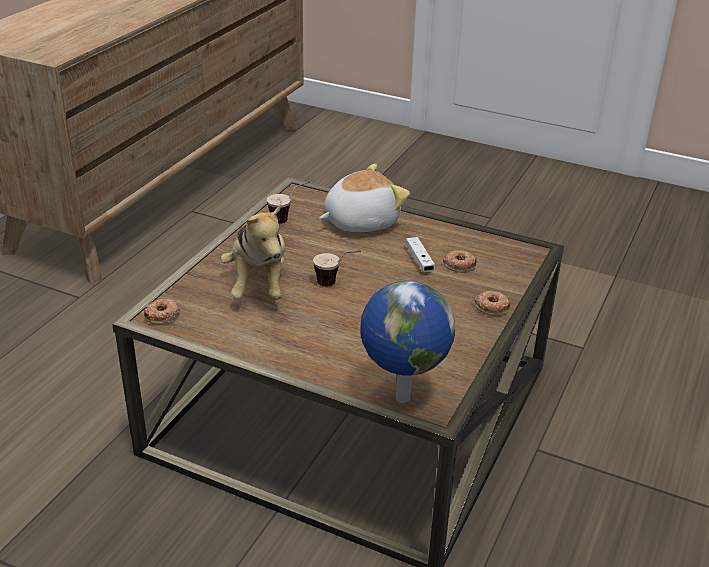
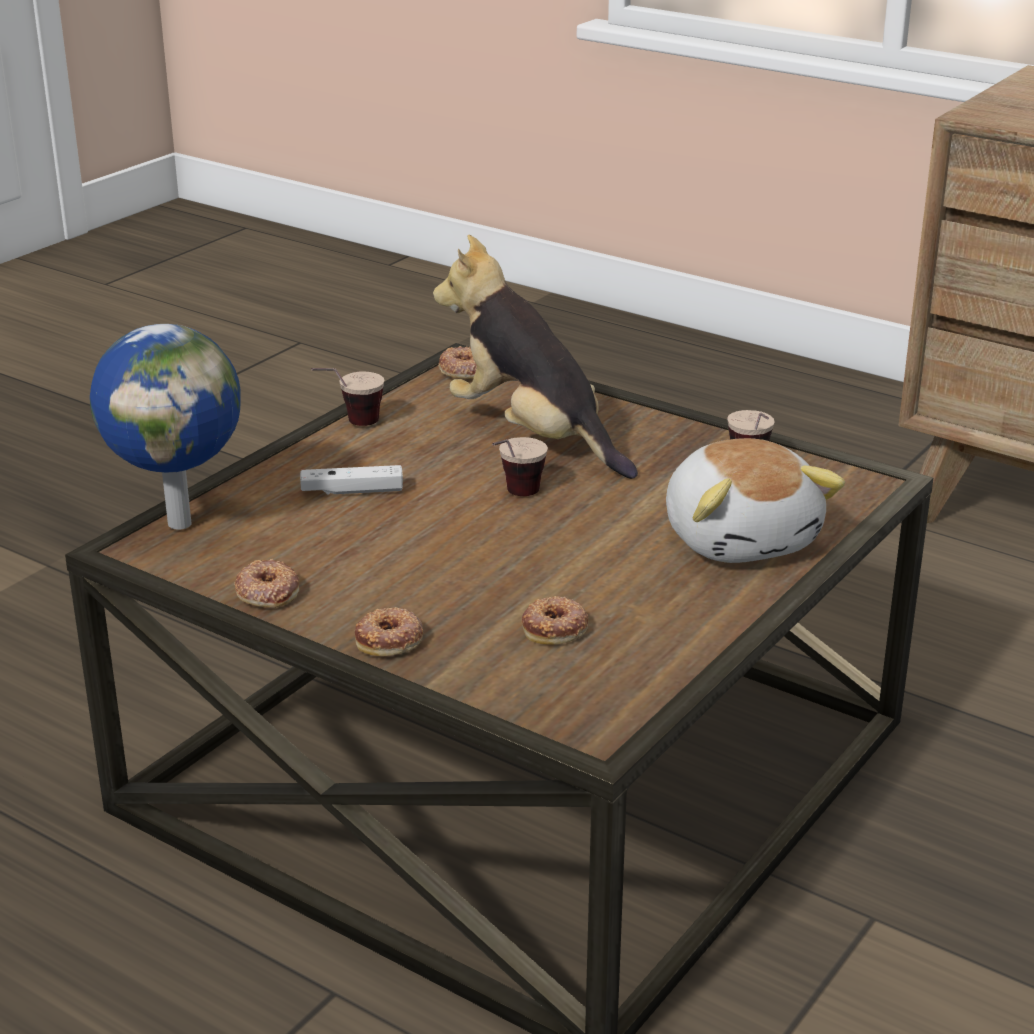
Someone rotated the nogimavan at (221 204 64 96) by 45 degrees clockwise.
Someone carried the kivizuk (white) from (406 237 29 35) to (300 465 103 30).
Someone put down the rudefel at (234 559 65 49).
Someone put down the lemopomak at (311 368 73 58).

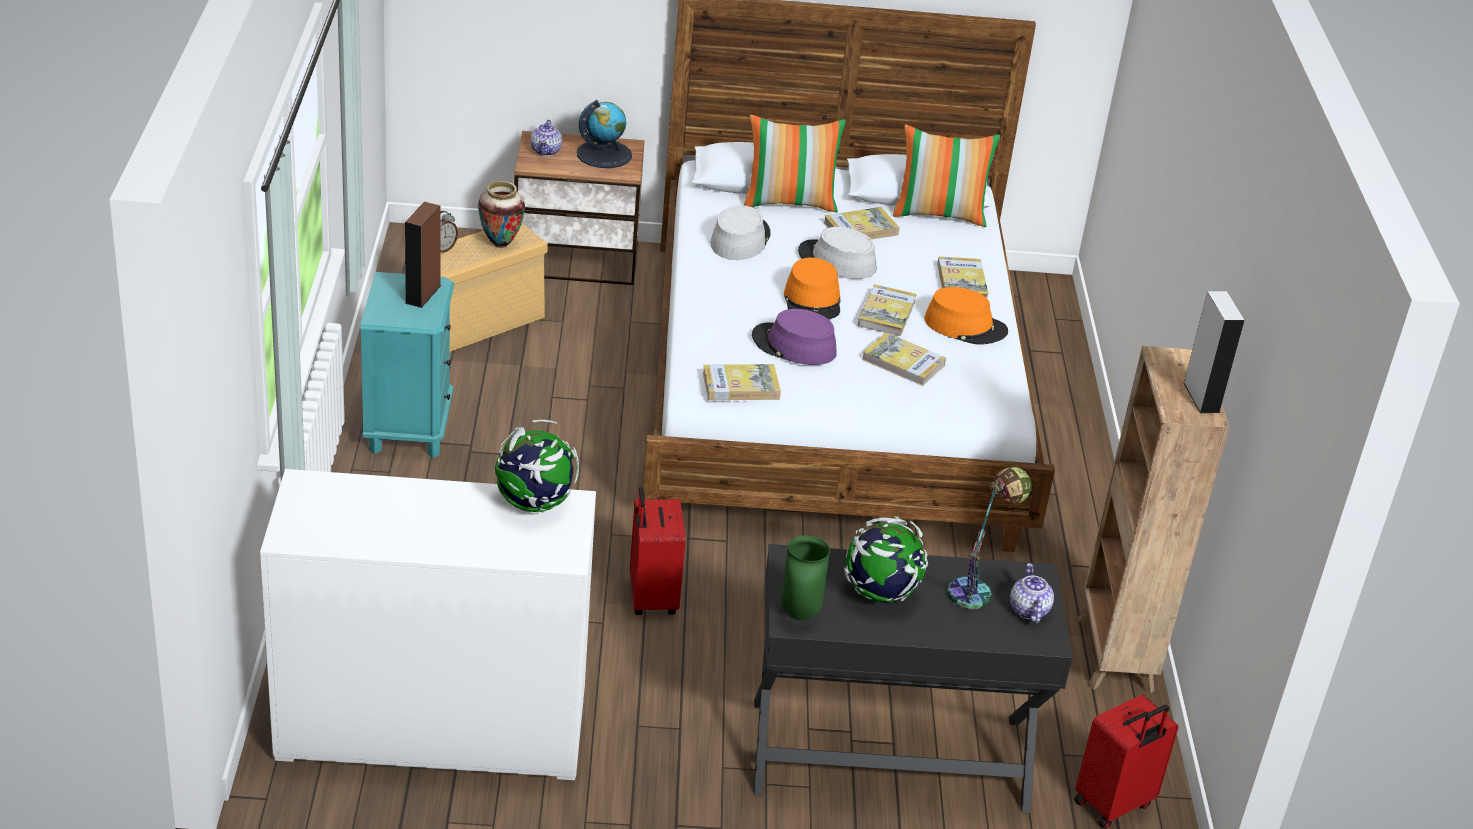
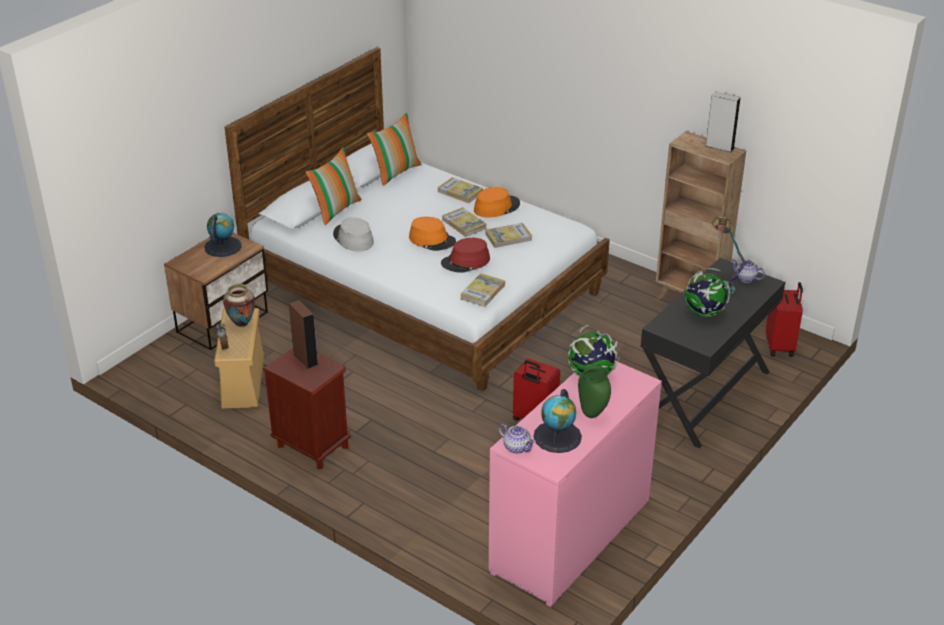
Someone repainted the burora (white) at (260 469 336 311), which became the burora (pink) at (489 361 173 246).
Someone repainted the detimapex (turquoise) at (360 272 94 186), which became the detimapex (brown) at (263 348 88 121).
Someone carried the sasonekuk from (530 120 32 36) to (499 424 37 30).
Someone repainted the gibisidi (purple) at (752 309 85 56), which became the gibisidi (red) at (441 238 49 35).
Someone carried the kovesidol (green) from (781 535 49 85) to (578 366 33 52).
Someone took away the gibisidi (grey) at (798 227 78 52).
Someone took away the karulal at (824 207 75 32).
Someone put down the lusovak at (534 389 48 64).

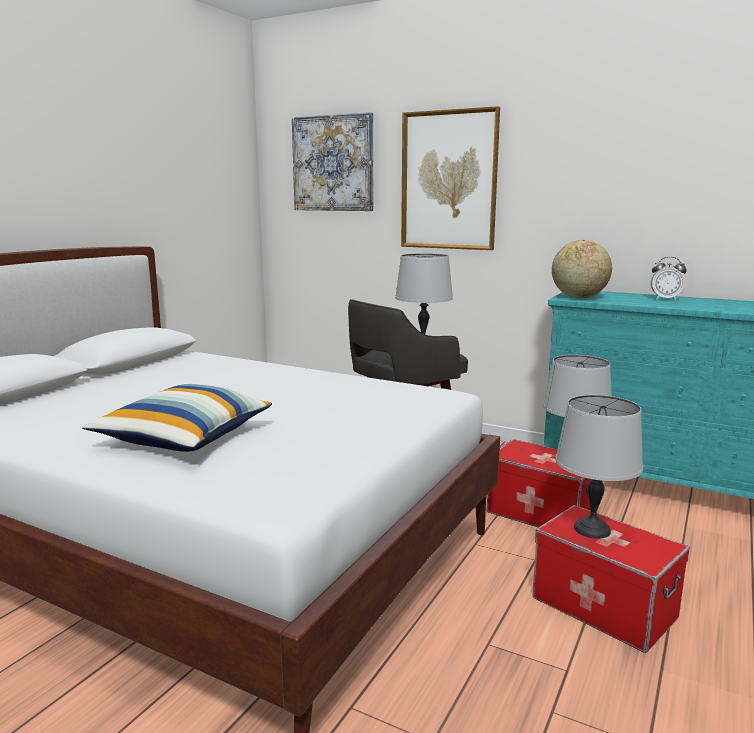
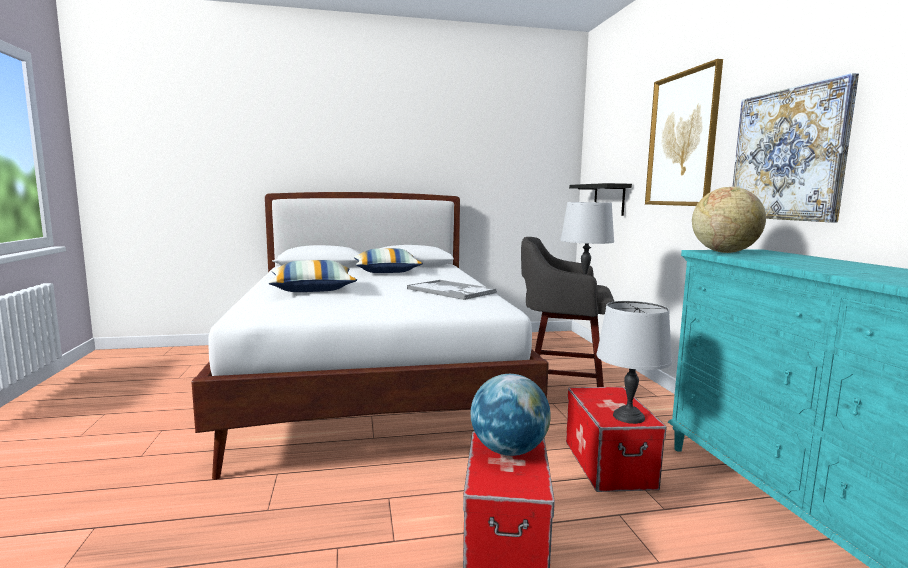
Someone carried the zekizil from (292 112 81 99) to (733 73 126 150).
Someone swapped the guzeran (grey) at (555 395 88 144) for the lusovak at (471 374 80 82).
Someone took away the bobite at (651 257 36 44).
Someone put down the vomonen at (354 248 69 25).
Someone put down the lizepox at (407 280 90 20).
Someone put up the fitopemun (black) at (569 183 63 33).

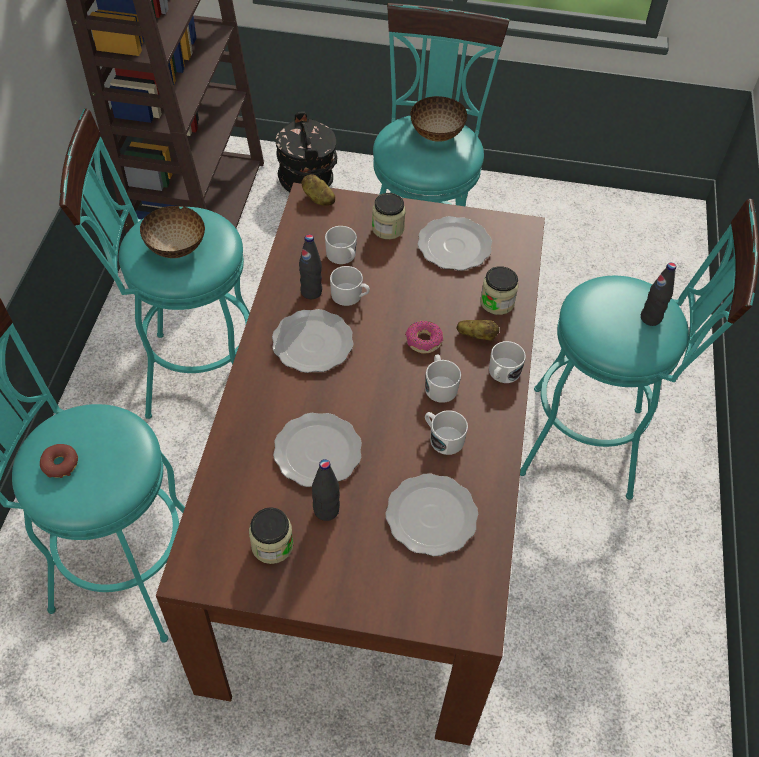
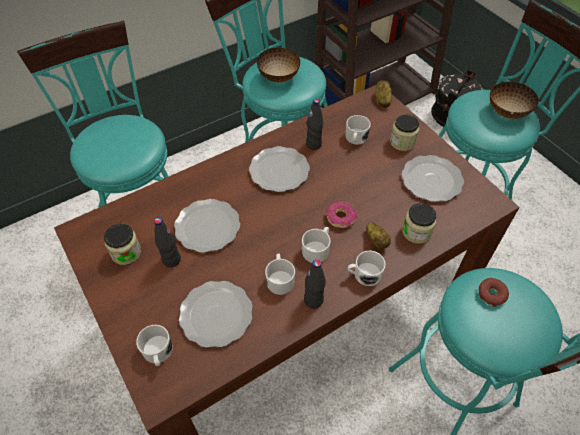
Someone carried the rudefel from (40 444 38 34) to (479 278 30 29).
Someone carried the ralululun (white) from (330 266 40 40) to (136 325 37 41).
Someone carried the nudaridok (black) from (641 263 35 63) to (304 260 22 48).

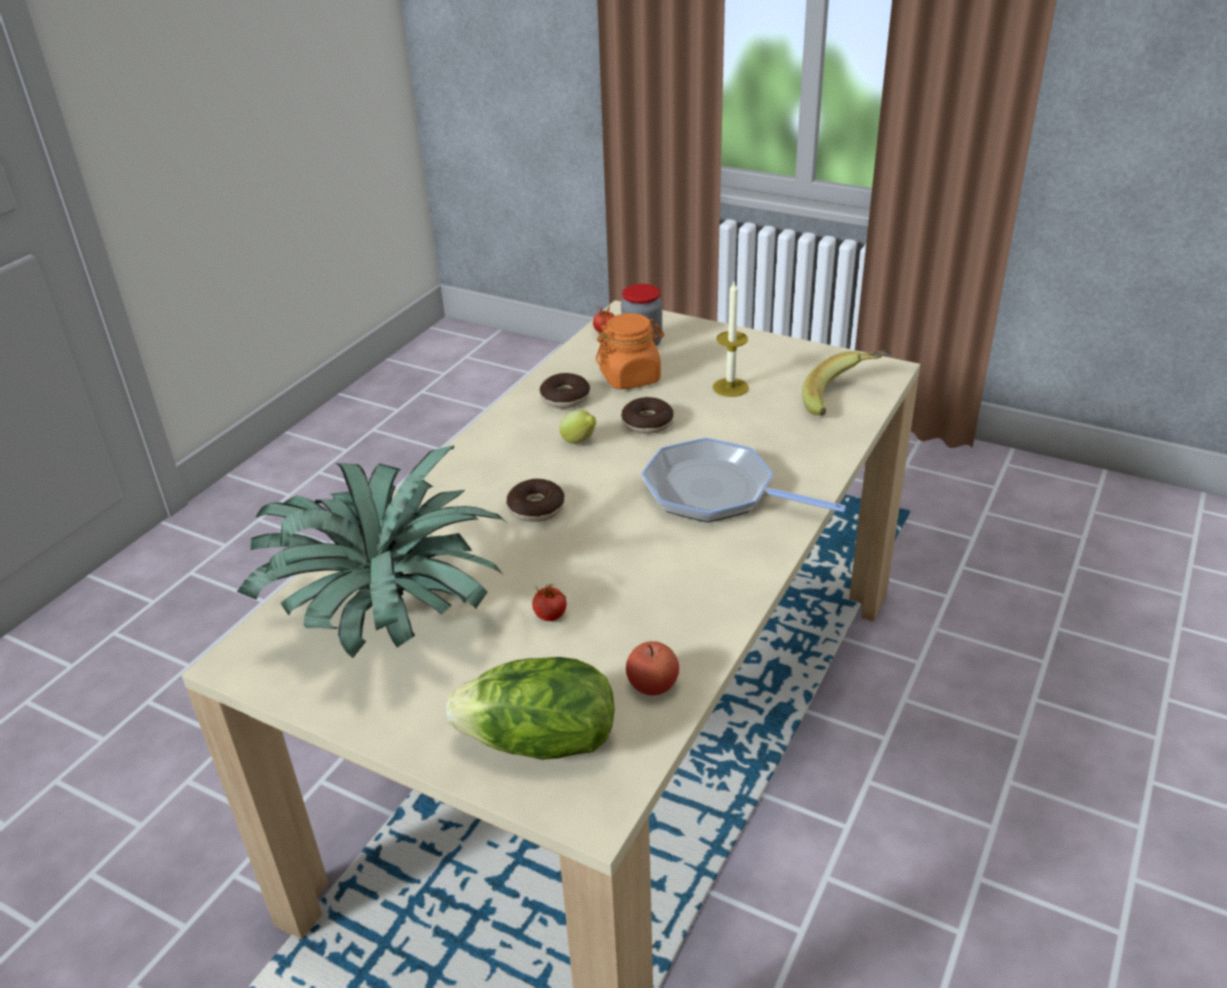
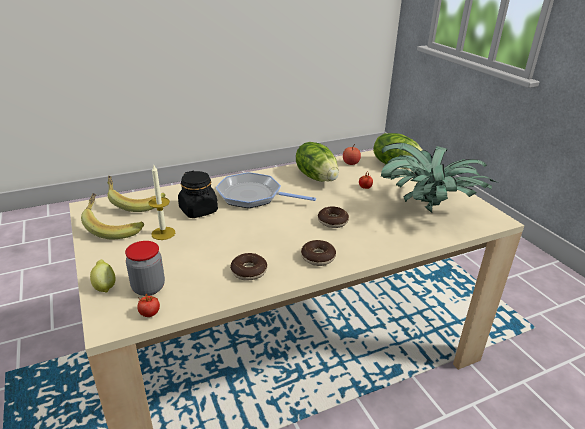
Someone carried the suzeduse from (559 410 37 34) to (90 260 26 33).
Someone took away the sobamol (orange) at (596 313 68 77).
Someone carried the rudefel from (621 397 52 37) to (301 240 35 26).
Someone rotated the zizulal at (641 437 205 85) by 135 degrees clockwise.
Someone put down the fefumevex at (81 193 63 46).
Someone put down the sobamol (black) at (178 171 40 47).
Someone put down the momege at (296 142 43 39).

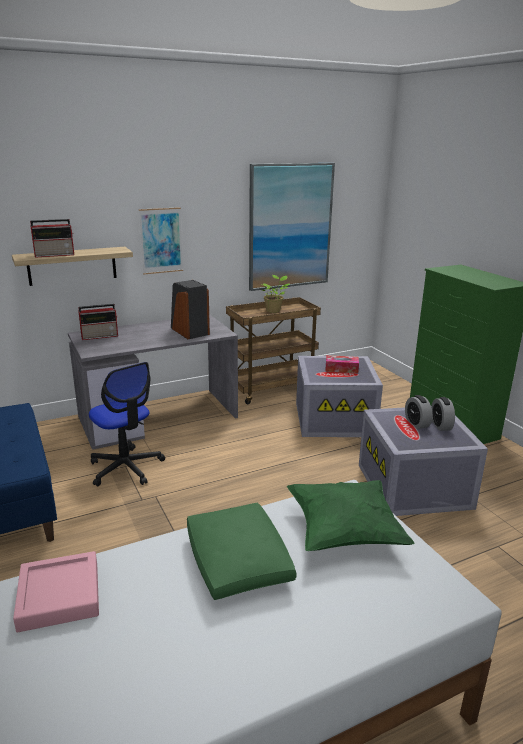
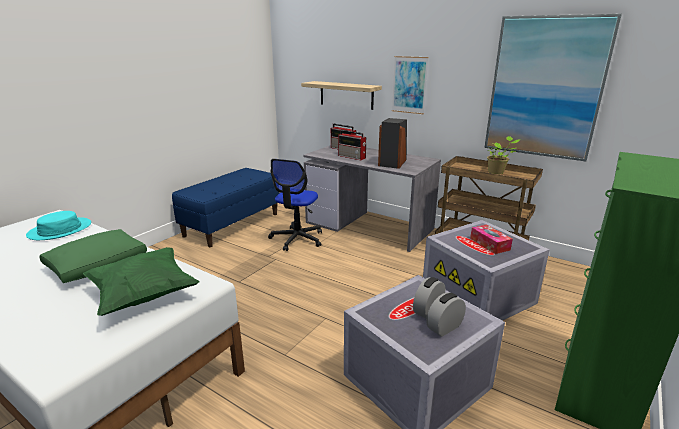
Someone swapped the lizepox (pink) at (13 551 86 81) for the gibisidi (turquoise) at (26 211 65 29).
Someone carried the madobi from (30 219 44 39) to (338 130 28 30).

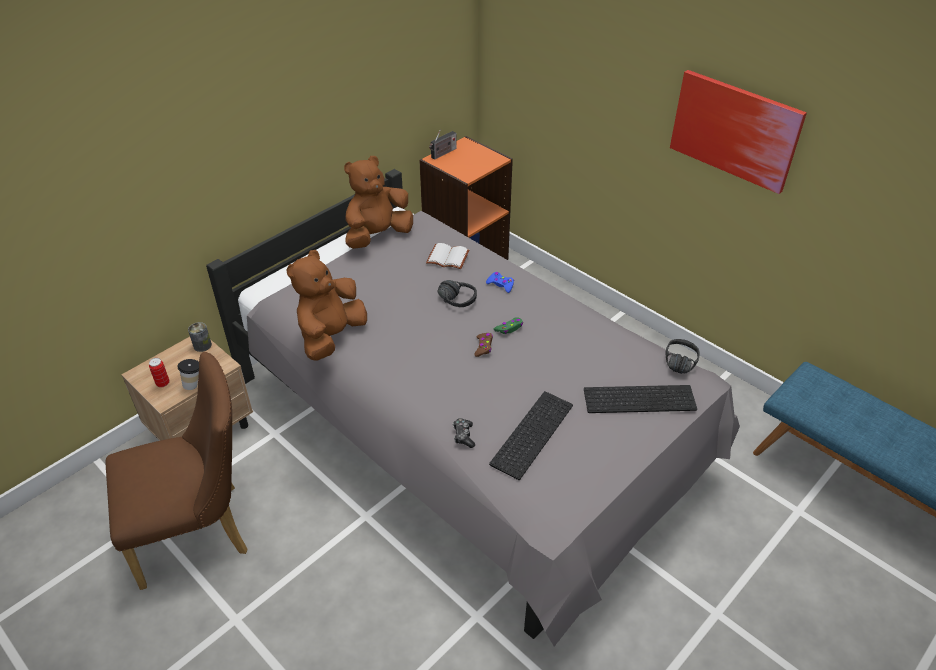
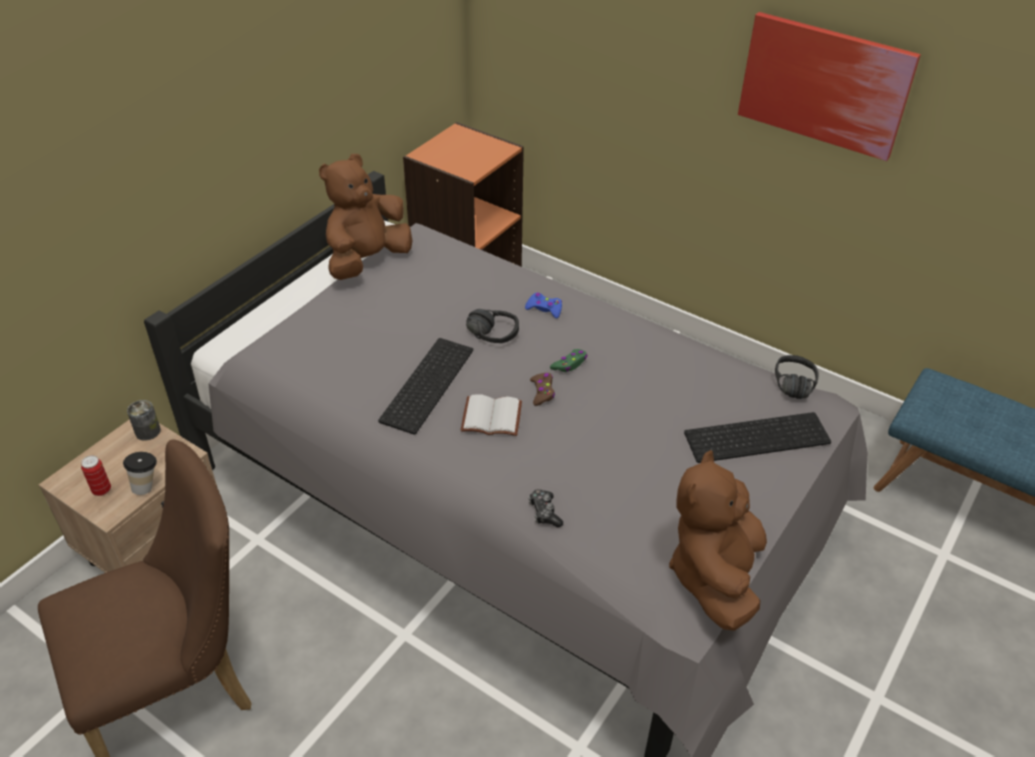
Someone carried the nogimavan (brown) from (286 250 81 111) to (669 450 98 181).
Someone carried the karulal (white) from (426 243 43 26) to (460 394 62 42).
Someone took away the madobi at (429 130 28 29).
Someone carried the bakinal from (489 391 84 89) to (378 338 95 97).

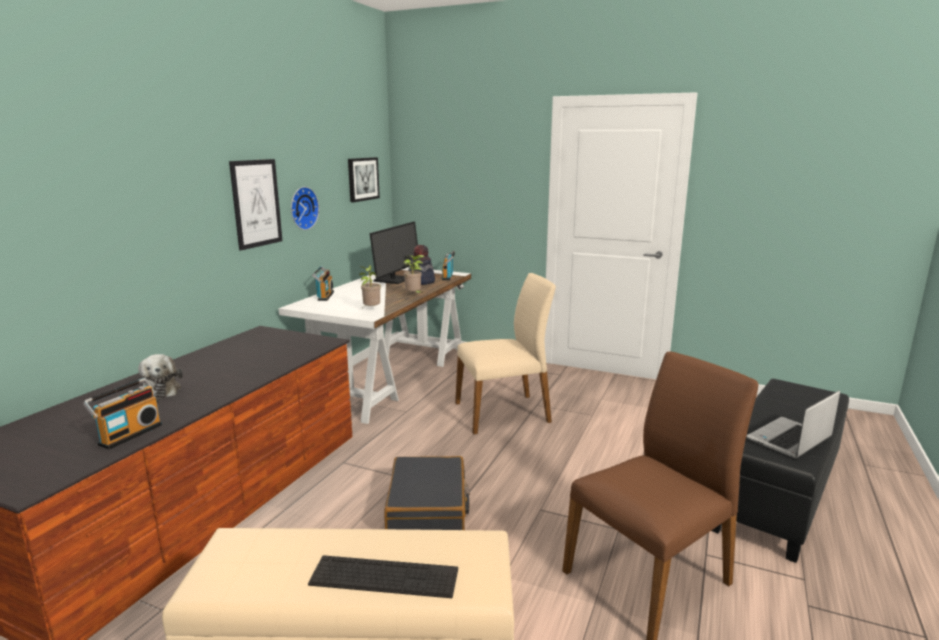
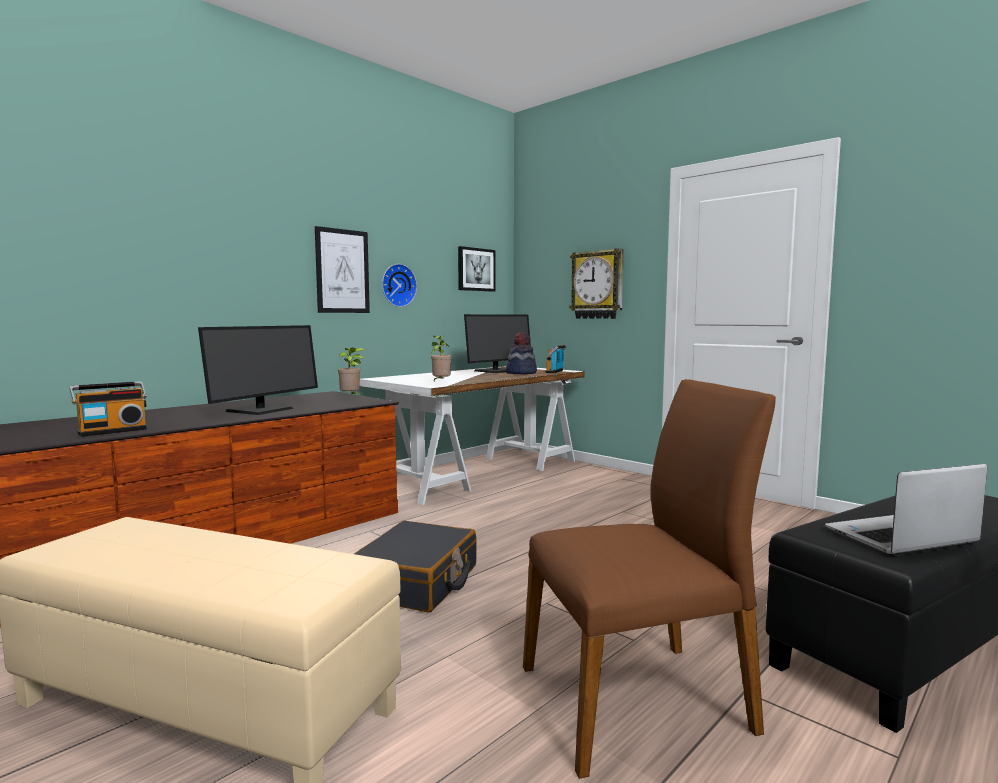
Someone took away the nogimavan at (138 354 45 45).
Someone took away the bakinal at (308 555 150 43).
Someone took away the madobi at (312 266 22 35).
Someone carried the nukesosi from (404 255 20 38) to (338 348 27 47).
Someone took away the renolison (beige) at (455 273 101 161).
Someone put down the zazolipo at (198 325 120 90).
Someone put up the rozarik at (569 248 55 71).

